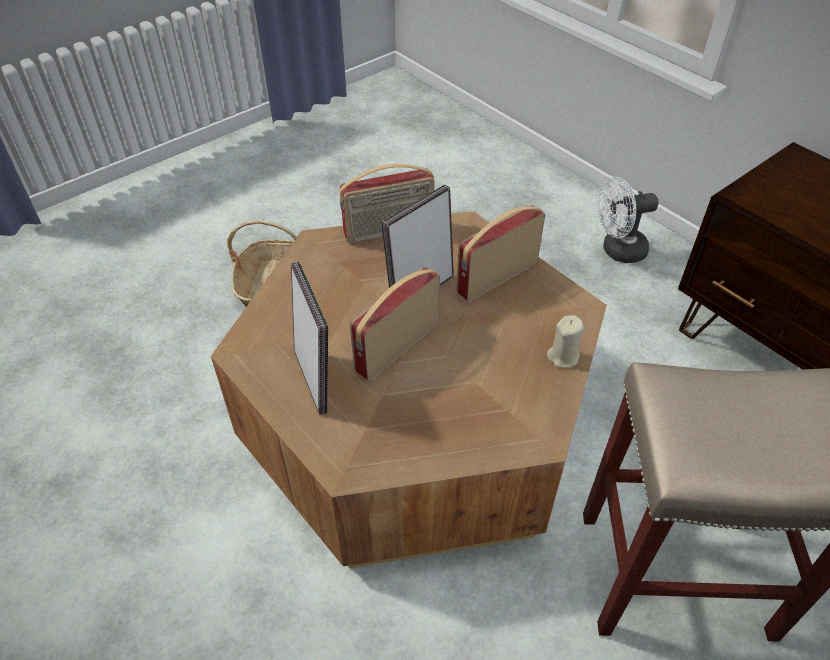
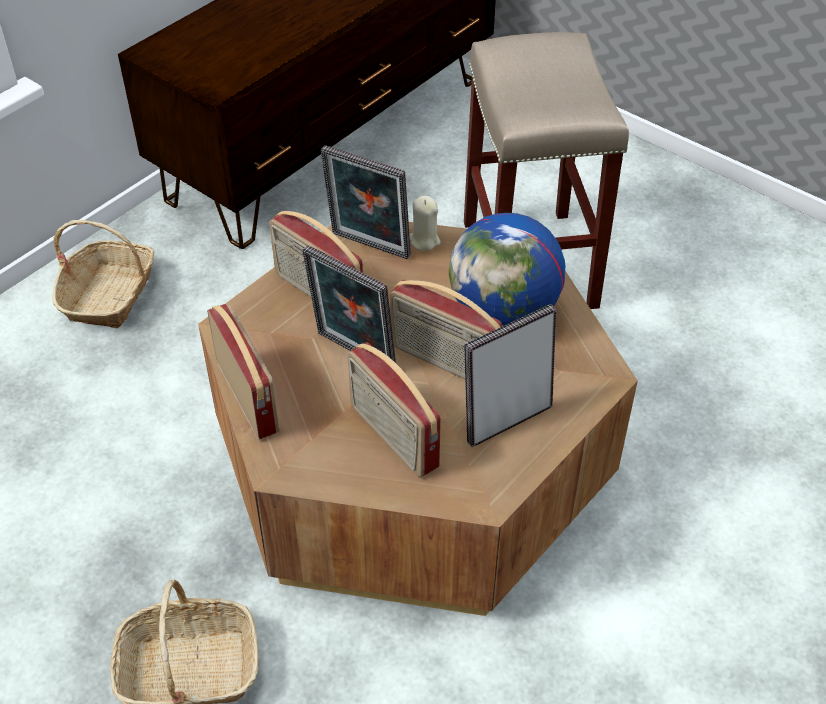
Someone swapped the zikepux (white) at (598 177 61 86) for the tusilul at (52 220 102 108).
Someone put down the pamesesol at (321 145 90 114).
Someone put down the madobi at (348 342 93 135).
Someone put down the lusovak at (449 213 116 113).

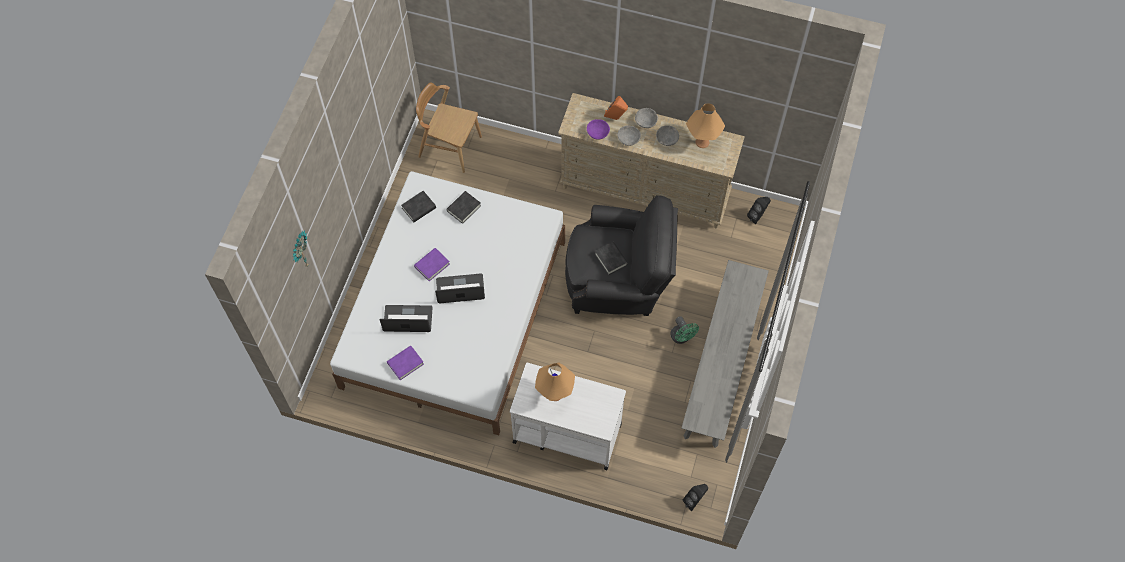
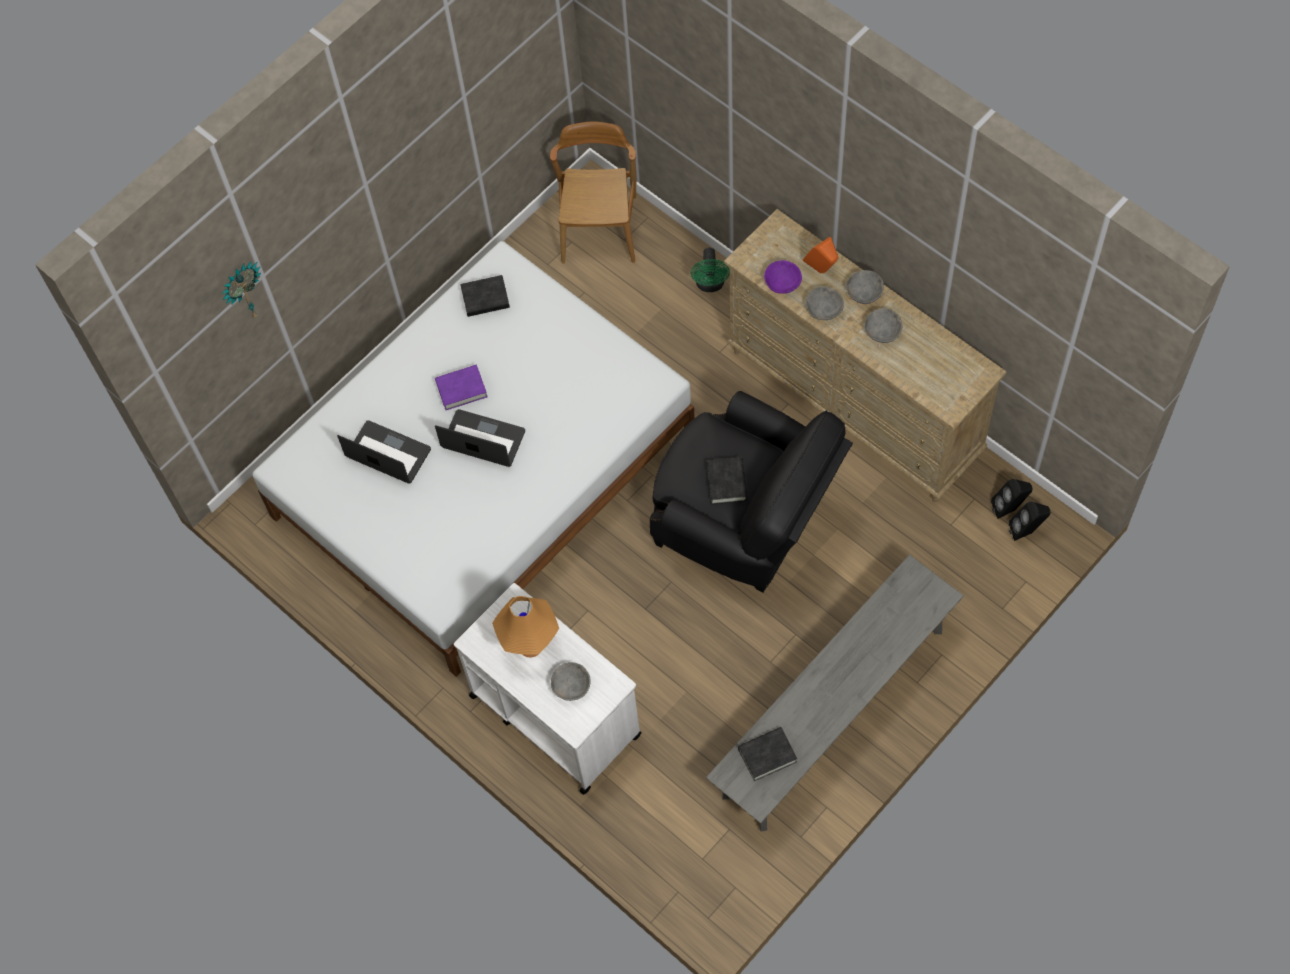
Someone took away the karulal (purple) at (387 346 37 34).
Someone rotated the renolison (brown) at (416 82 66 91) by 45 degrees clockwise.
Someone carried the karulal (black) from (446 191 35 33) to (738 727 59 54).
Someone carried the zikepux (green) from (670 316 29 28) to (691 248 39 44).
Someone carried the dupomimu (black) from (683 484 25 27) to (1009 502 41 39).
Someone took away the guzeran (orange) at (686 104 39 44).
Someone put down the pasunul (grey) at (551 662 40 39).

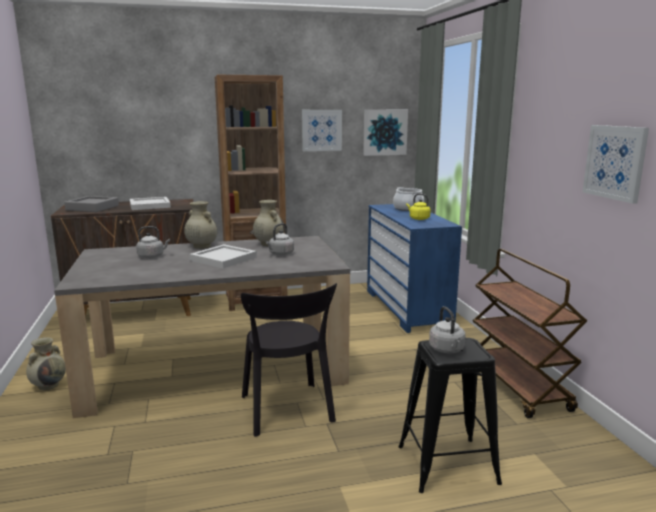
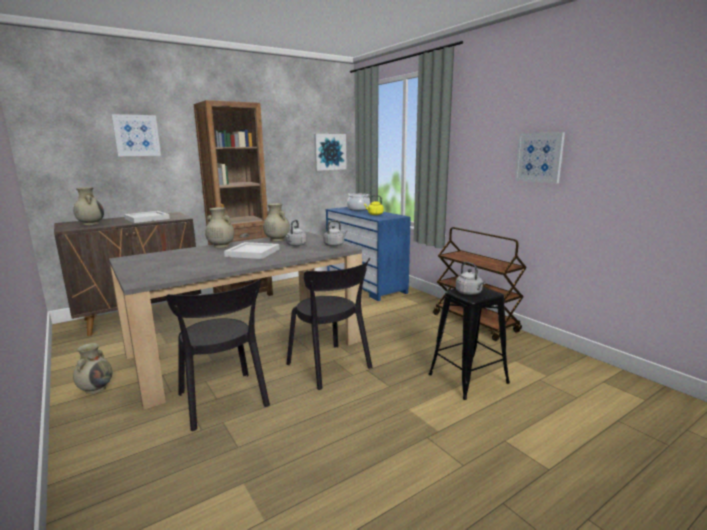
Someone swapped the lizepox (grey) at (64 196 55 16) for the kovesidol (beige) at (73 187 31 39).
Someone carried the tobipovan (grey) from (136 226 34 32) to (323 220 25 26).
Someone carried the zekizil from (302 110 40 41) to (111 114 50 42).
Someone put down the renolison (black) at (166 279 104 152).

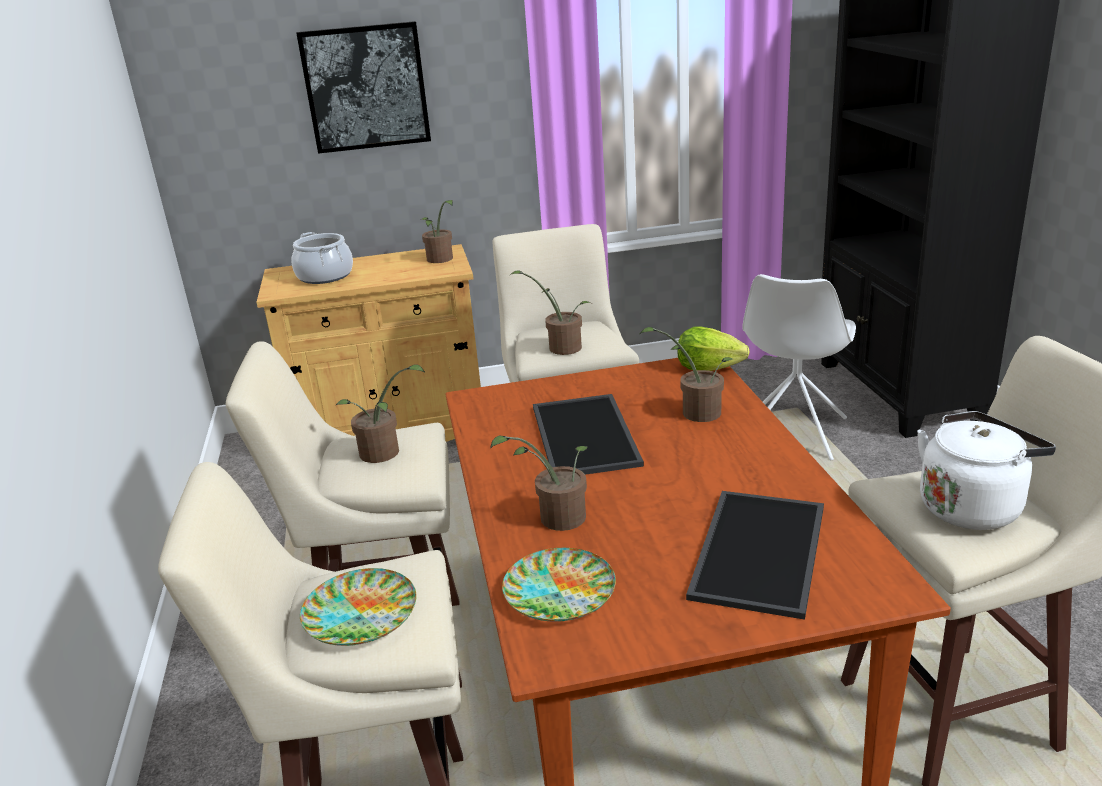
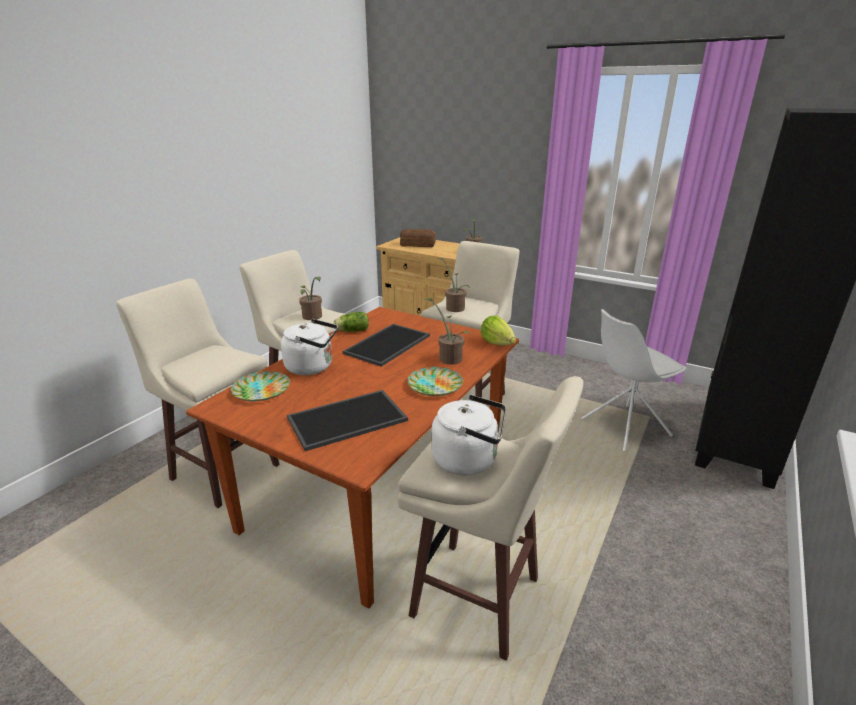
Someone swapped the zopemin at (291 232 62 52) for the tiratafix at (400 229 36 18).
Someone took away the zekizil at (296 21 135 133).
Someone carried the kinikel from (300 568 117 78) to (407 367 56 29).
Someone swapped the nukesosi at (490 435 98 96) for the tobipovan (white) at (281 319 57 56).
Someone put down the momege at (333 312 36 20).

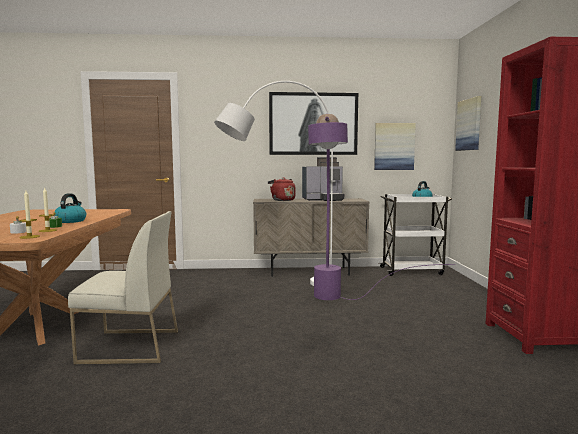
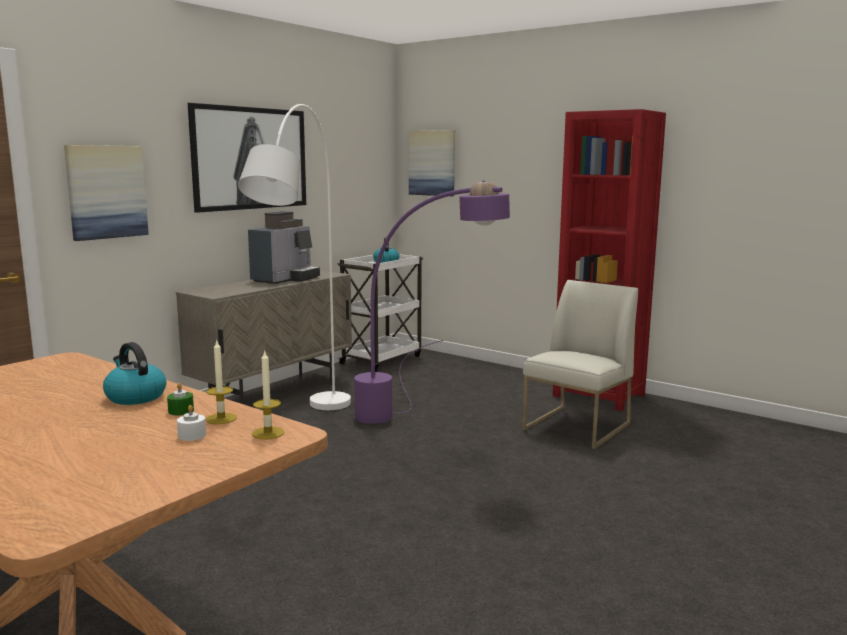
Someone carried the renolison (white) from (68 211 110 153) to (522 280 116 169).
Someone took away the tobipovan (red) at (268 178 27 23).
Someone carried the zekizil from (374 123 42 47) to (64 145 85 96).

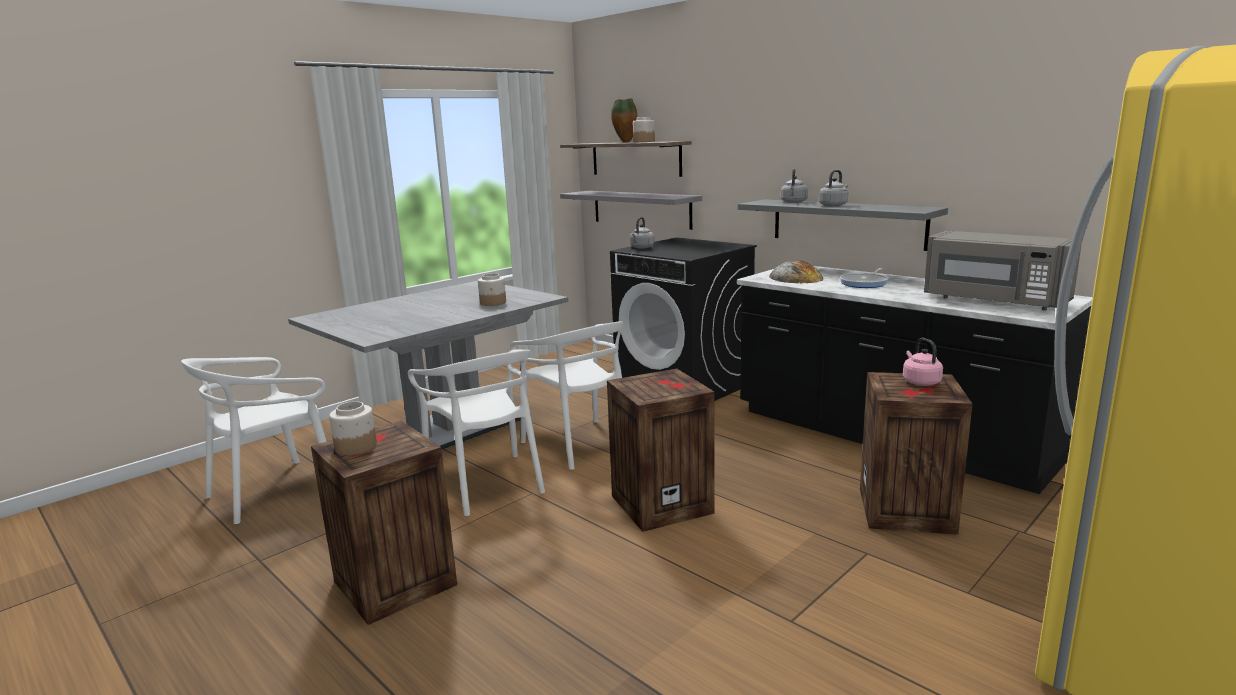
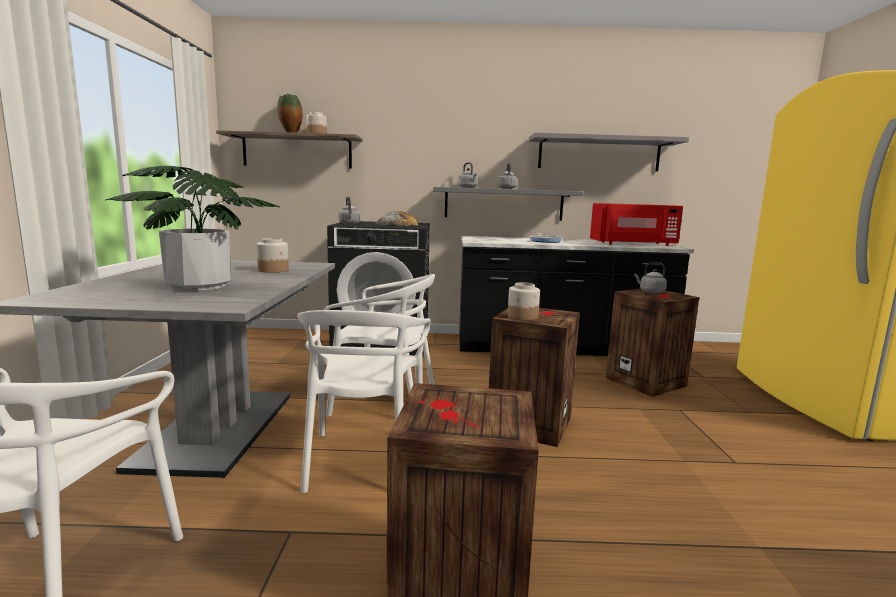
Someone carried the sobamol from (329 401 48 54) to (508 282 32 39).
Someone rotated the renolison (white) at (408 349 137 167) by 75 degrees clockwise.
Someone carried the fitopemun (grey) from (560 191 142 39) to (529 133 160 39).
Someone carried the tiratafix from (769 260 54 24) to (376 211 42 15).
Someone repainted the tobipovan (pink) at (903 338 40 48), which became the tobipovan (grey) at (634 262 33 32).
Someone repainted the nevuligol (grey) at (924 231 157 79), which became the nevuligol (red) at (590 203 93 43).
Someone put down the nukesosi at (106 166 174 125).

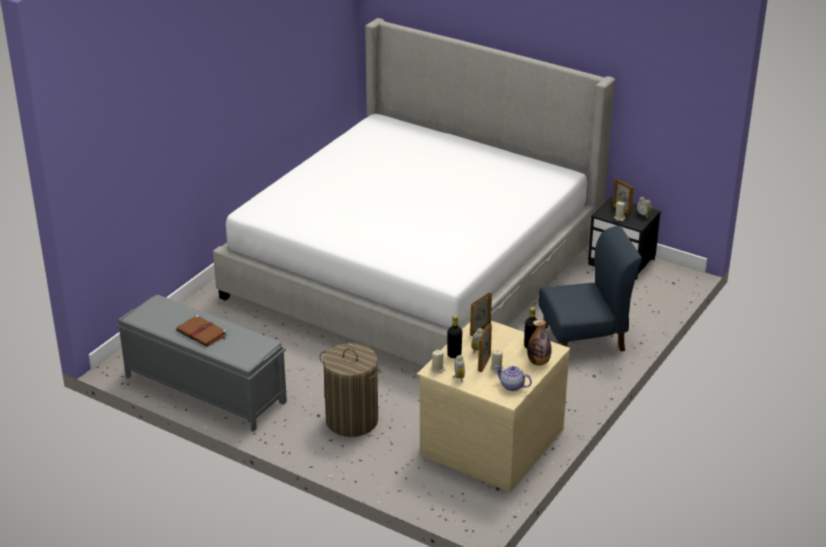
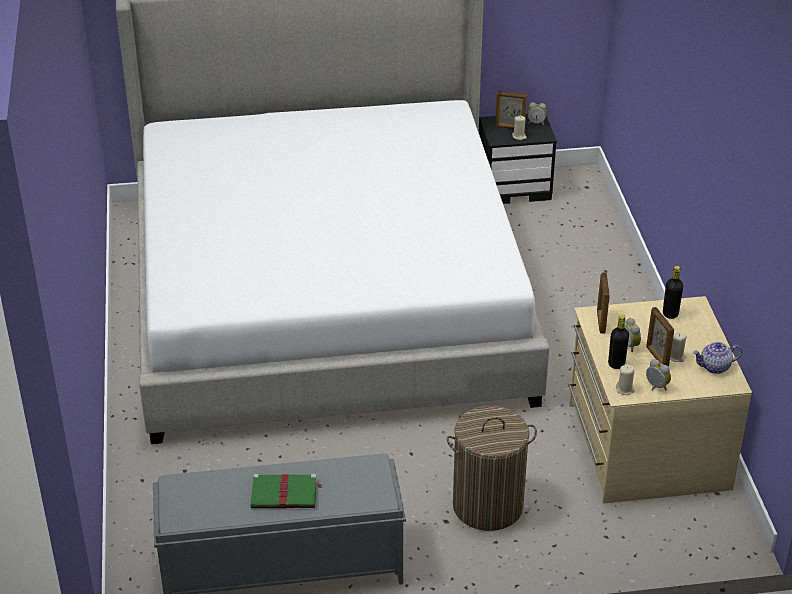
Someone repainted the karulal (brown) at (176 315 51 32), which became the karulal (green) at (251 474 72 35).
Someone took away the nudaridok at (527 320 25 46).
Someone took away the renolison (blue) at (538 226 104 126).

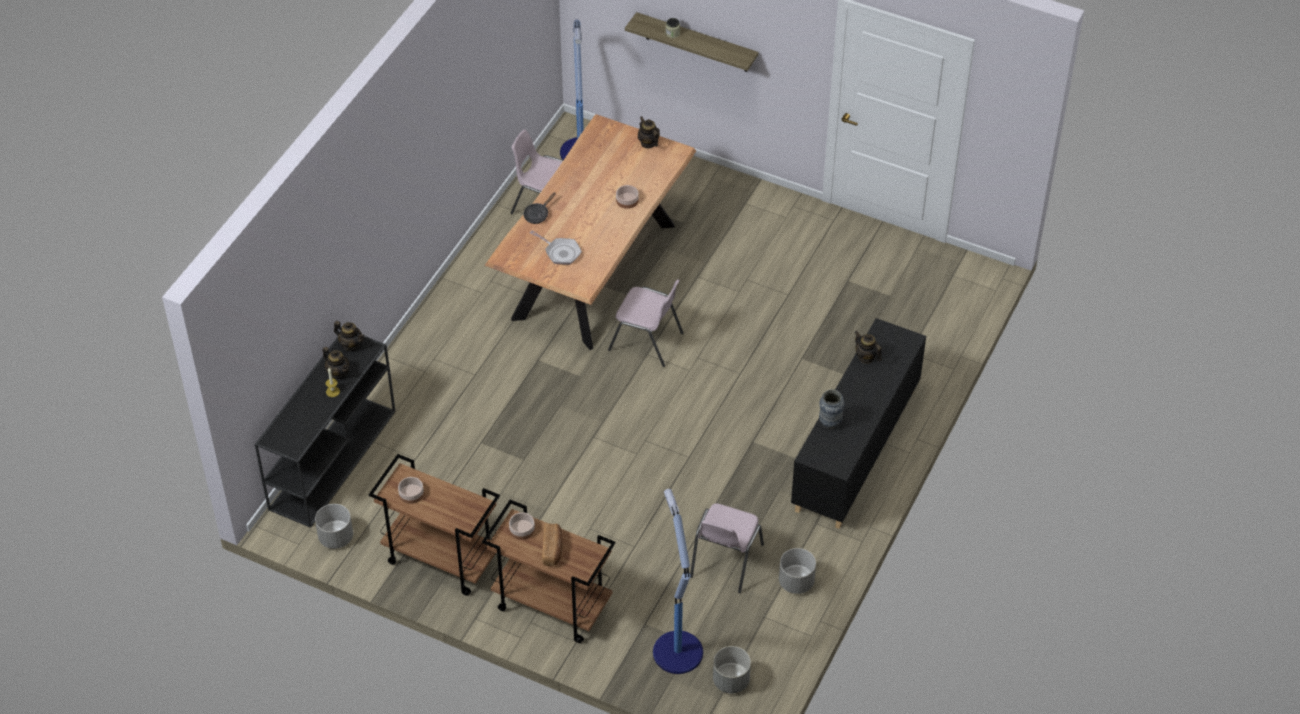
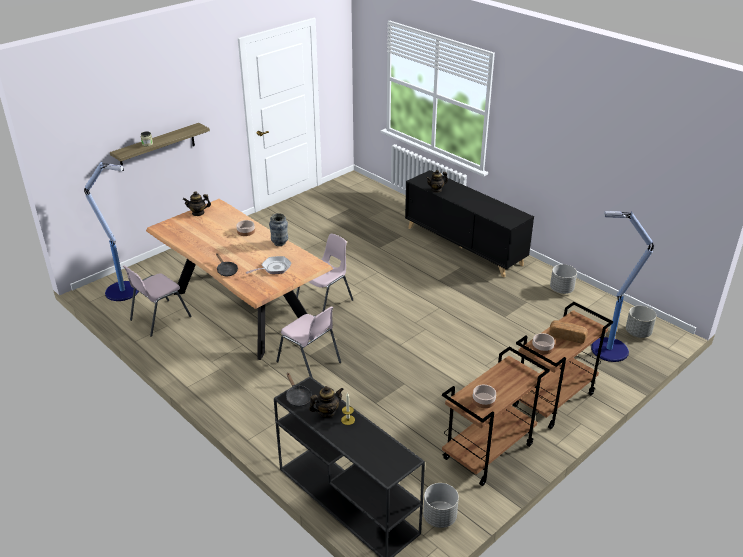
Someone swapped the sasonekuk at (334 321 31 30) for the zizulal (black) at (286 373 26 34).
Someone carried the renolison (pink) from (690 503 74 90) to (276 306 65 72).
Someone carried the kovesidol from (819 389 26 40) to (269 213 19 33).

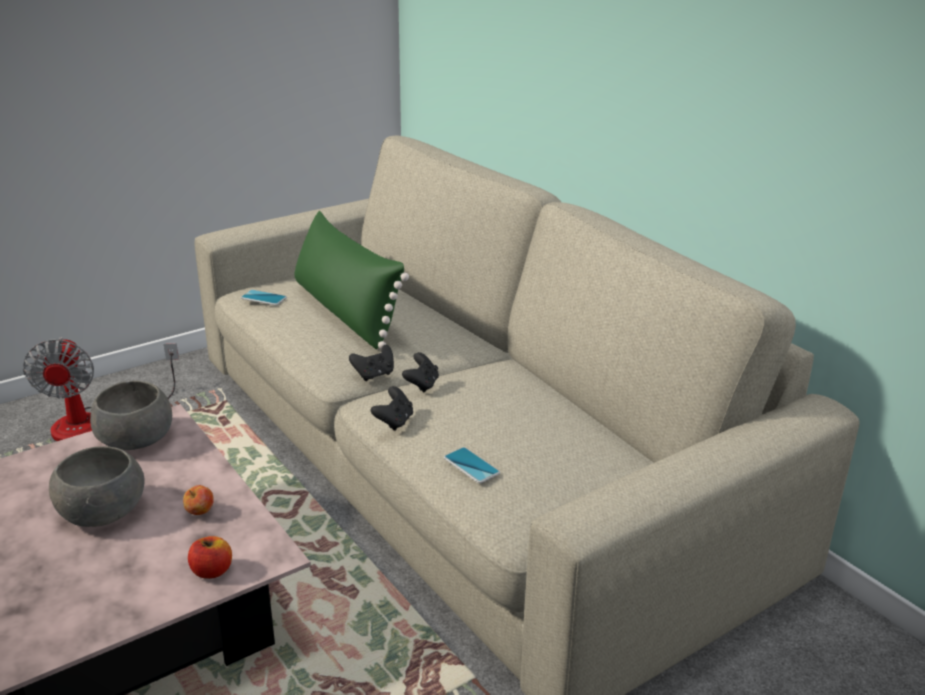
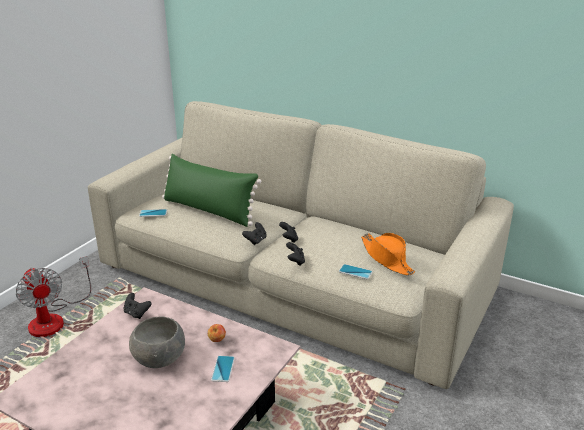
Someone swapped the pasunul (grey) at (90 381 82 69) for the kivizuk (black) at (124 293 27 26).
Someone took away the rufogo at (188 536 44 43).
Someone put down the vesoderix at (211 356 24 26).
Someone put down the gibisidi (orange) at (361 233 54 42).

